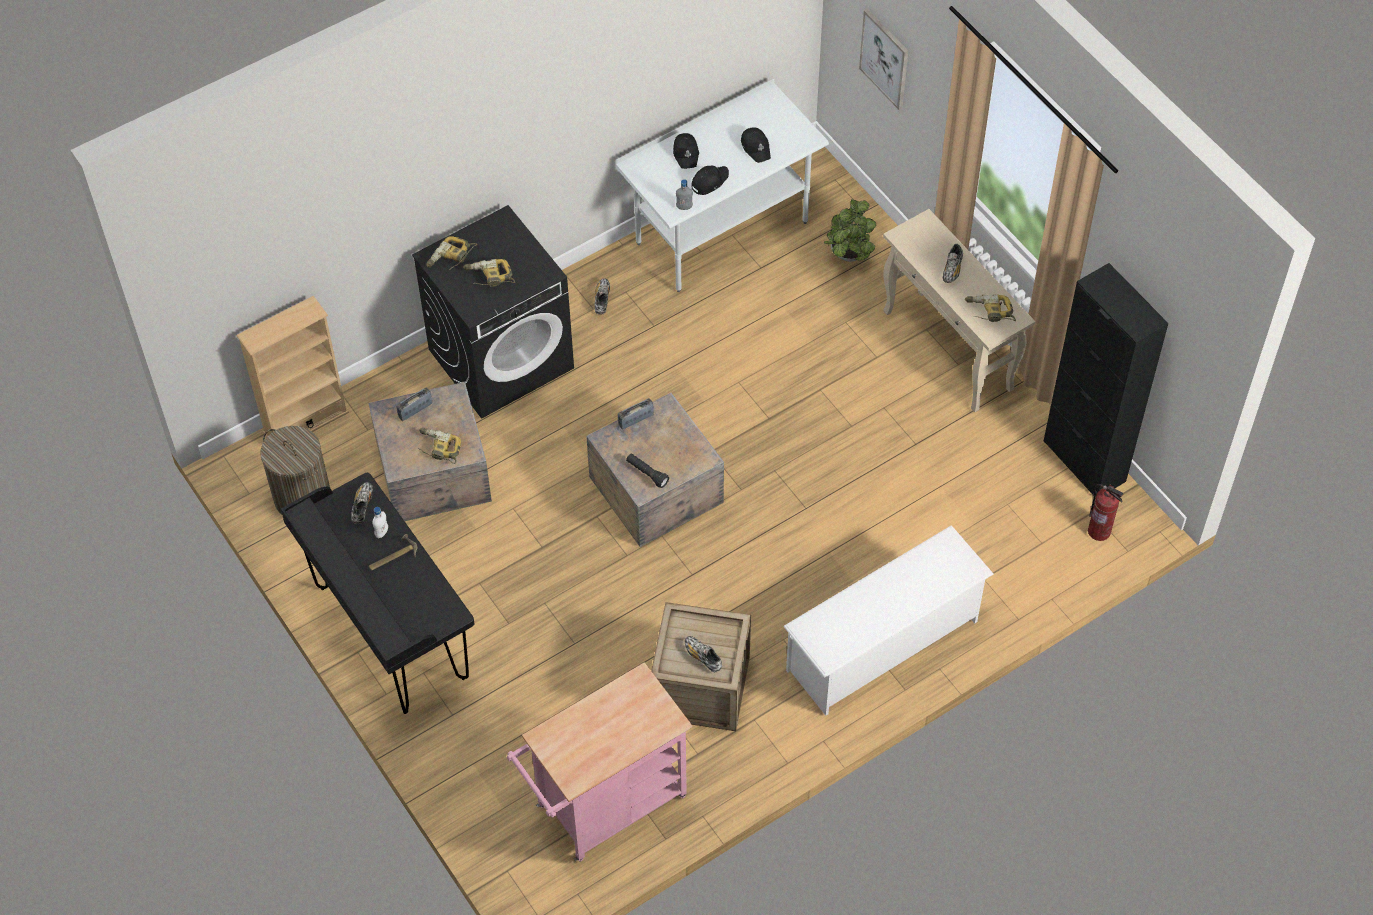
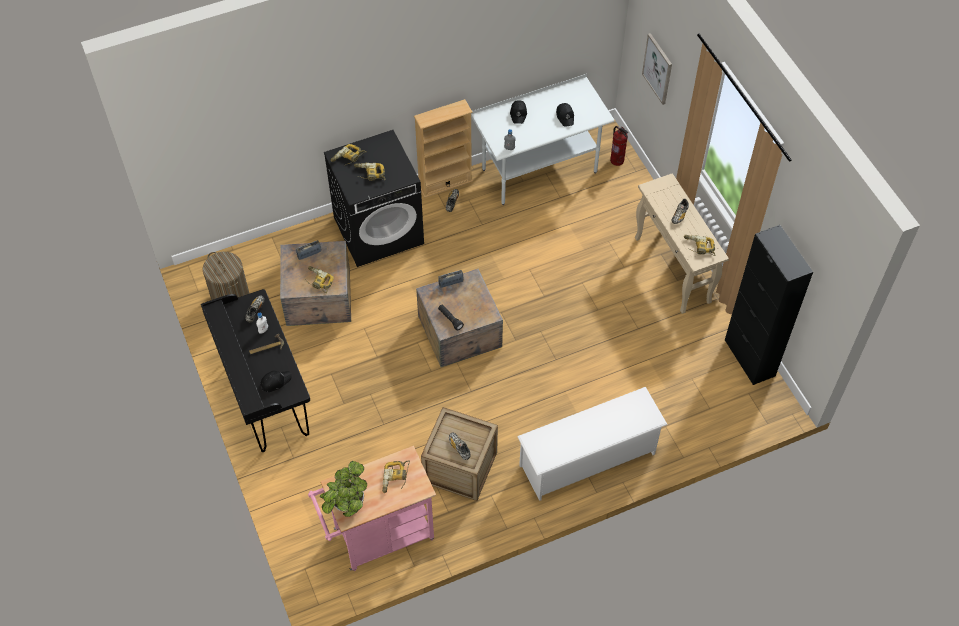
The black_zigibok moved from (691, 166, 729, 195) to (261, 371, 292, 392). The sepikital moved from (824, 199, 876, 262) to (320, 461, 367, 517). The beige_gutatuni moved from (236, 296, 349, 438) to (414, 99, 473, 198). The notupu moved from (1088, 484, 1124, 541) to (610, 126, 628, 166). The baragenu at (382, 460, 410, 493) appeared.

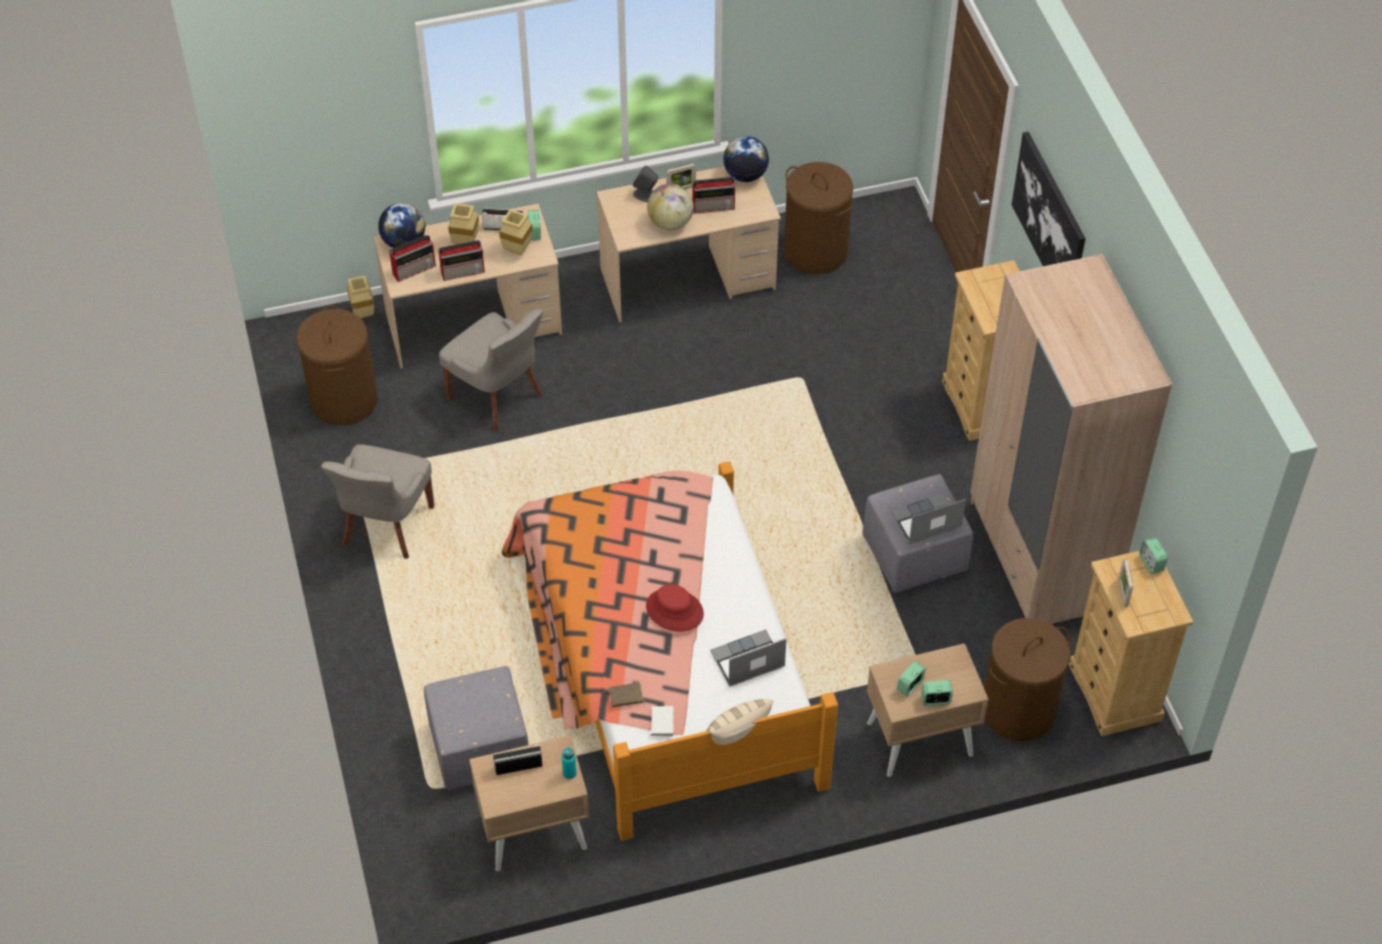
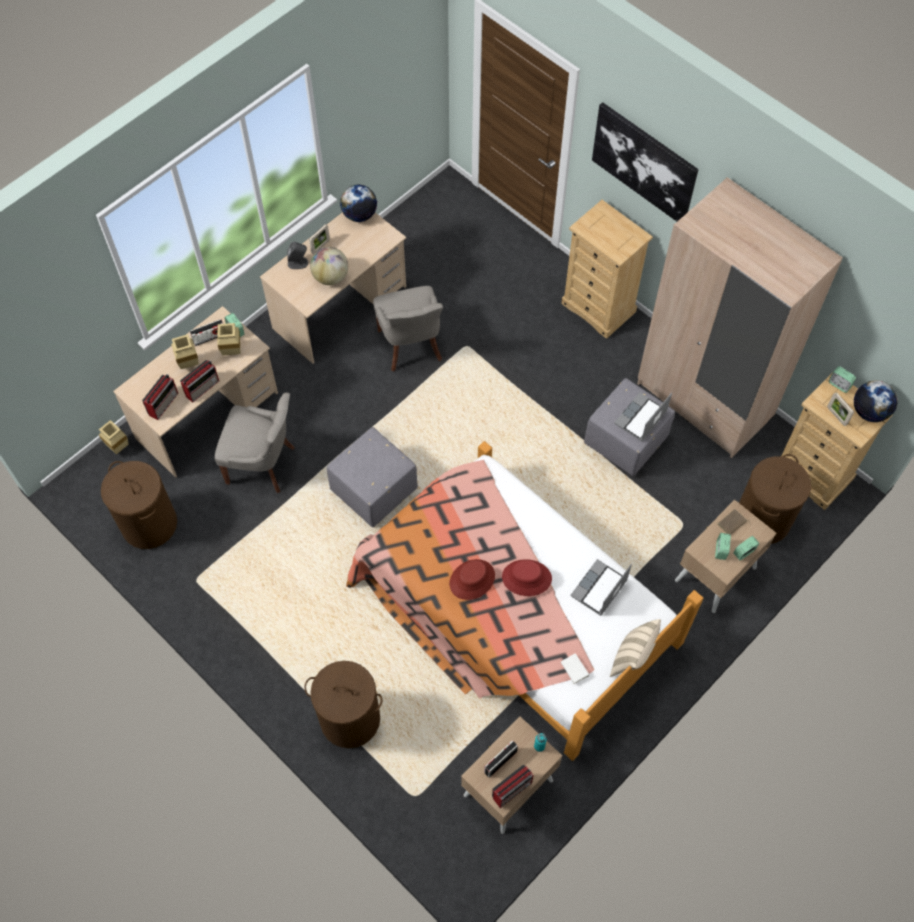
The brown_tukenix moved from (784, 162, 853, 274) to (304, 661, 382, 748). The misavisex moved from (692, 177, 737, 214) to (492, 764, 534, 808). The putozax moved from (378, 203, 425, 248) to (854, 380, 898, 422). The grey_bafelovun moved from (321, 444, 434, 559) to (373, 286, 443, 371). The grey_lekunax moved from (424, 666, 529, 790) to (327, 427, 418, 527). The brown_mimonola moved from (608, 682, 645, 707) to (718, 509, 751, 535). The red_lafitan at (449, 559, 495, 600) appeared.

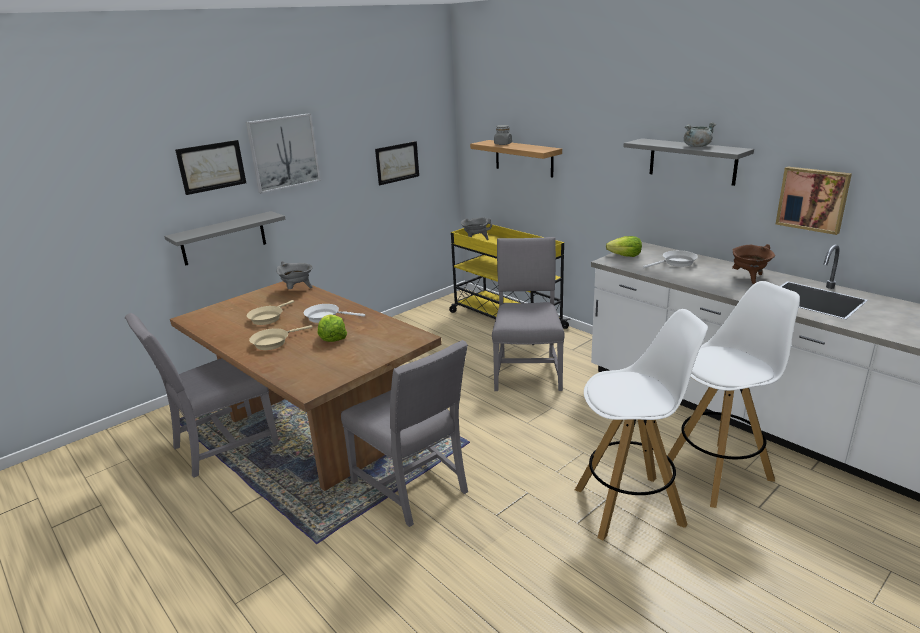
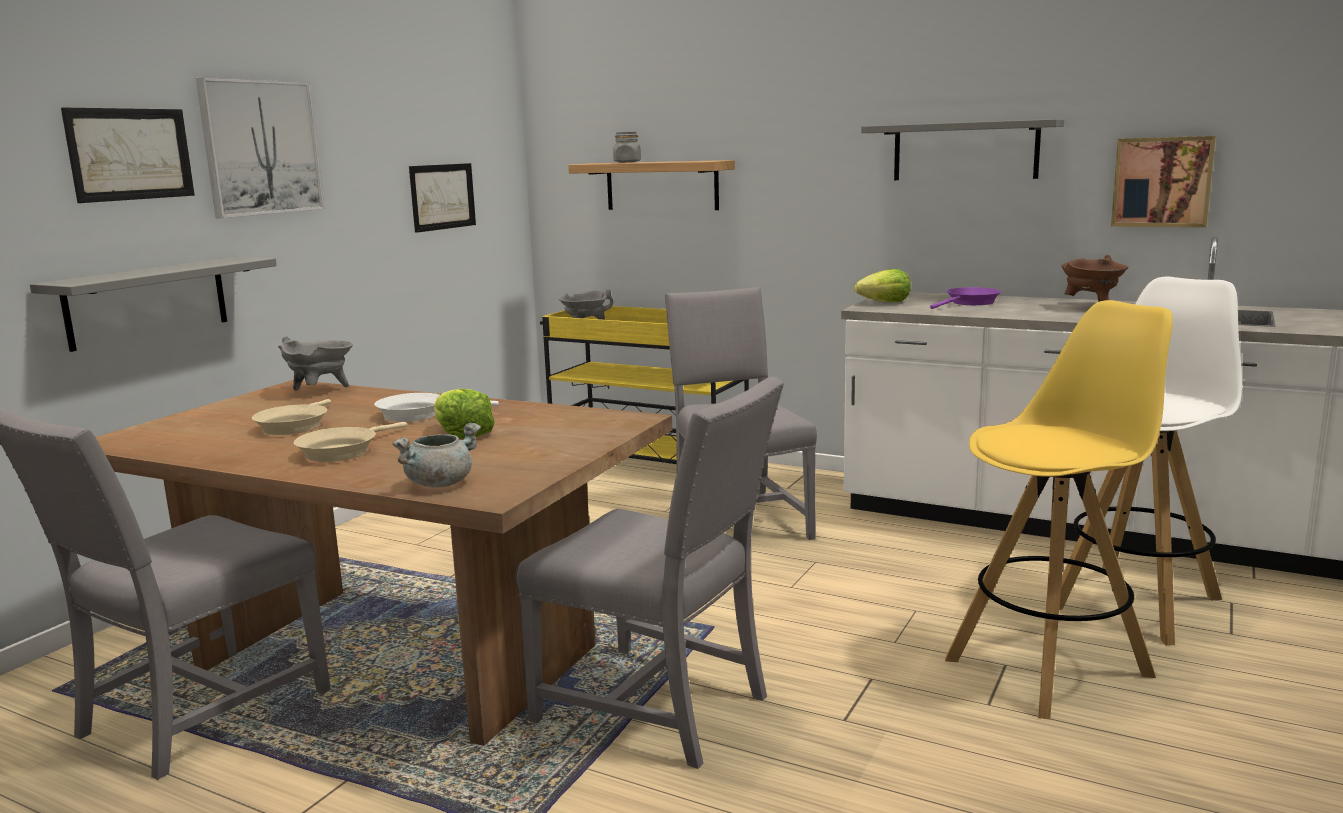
The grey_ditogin moved from (684, 122, 716, 147) to (393, 423, 481, 488). The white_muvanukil at (643, 250, 698, 268) became the purple_muvanukil at (930, 287, 1001, 309). The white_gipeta at (575, 309, 708, 540) became the yellow_gipeta at (945, 300, 1173, 719).

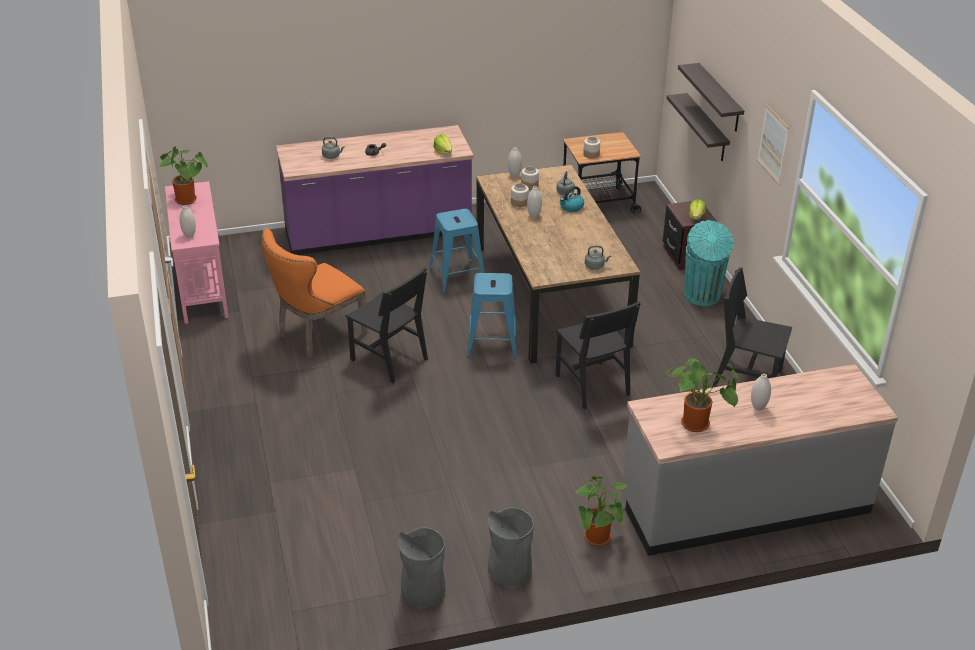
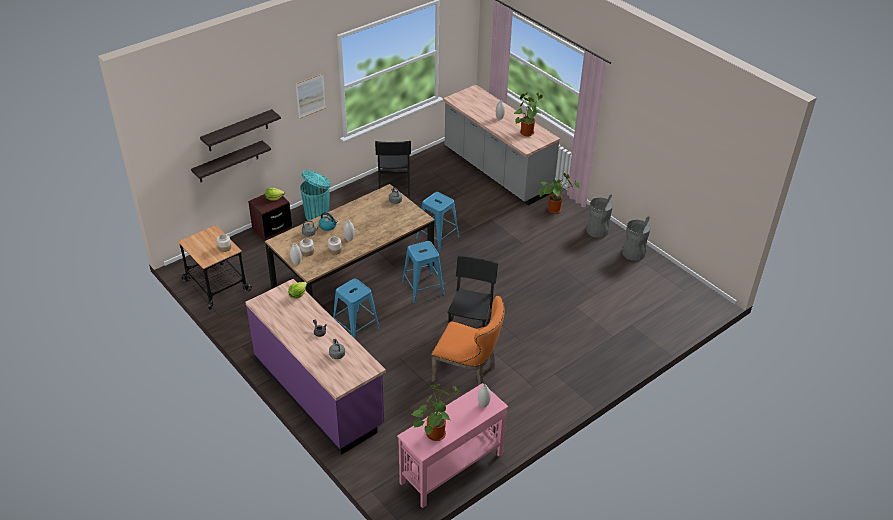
The black_bafelovun at (556, 301, 641, 410) was replaced by the blue_gipeta at (416, 192, 460, 253).

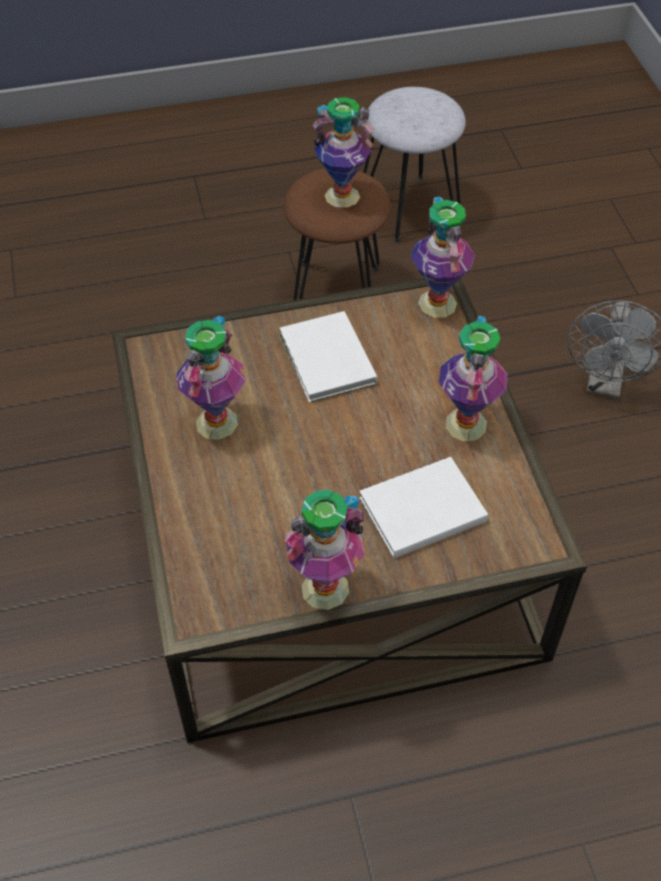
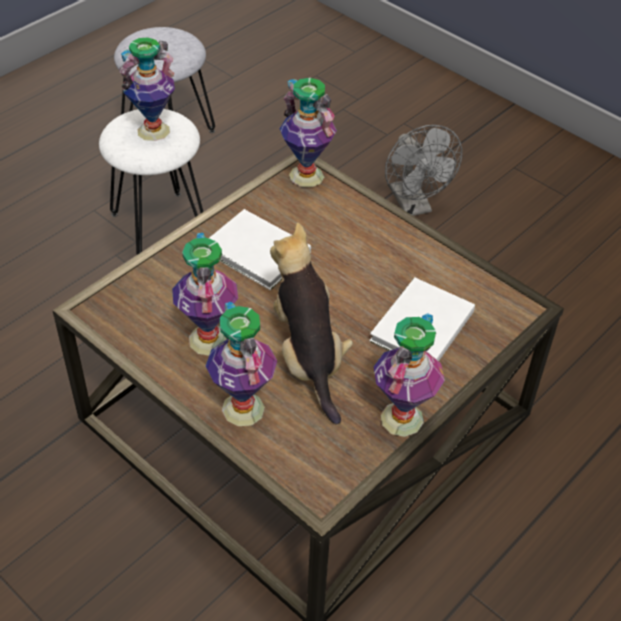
The brown_gipeta at (283, 168, 391, 300) became the white_gipeta at (99, 109, 203, 255). The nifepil moved from (439, 316, 508, 442) to (206, 302, 277, 426). The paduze at (270, 223, 353, 424) appeared.

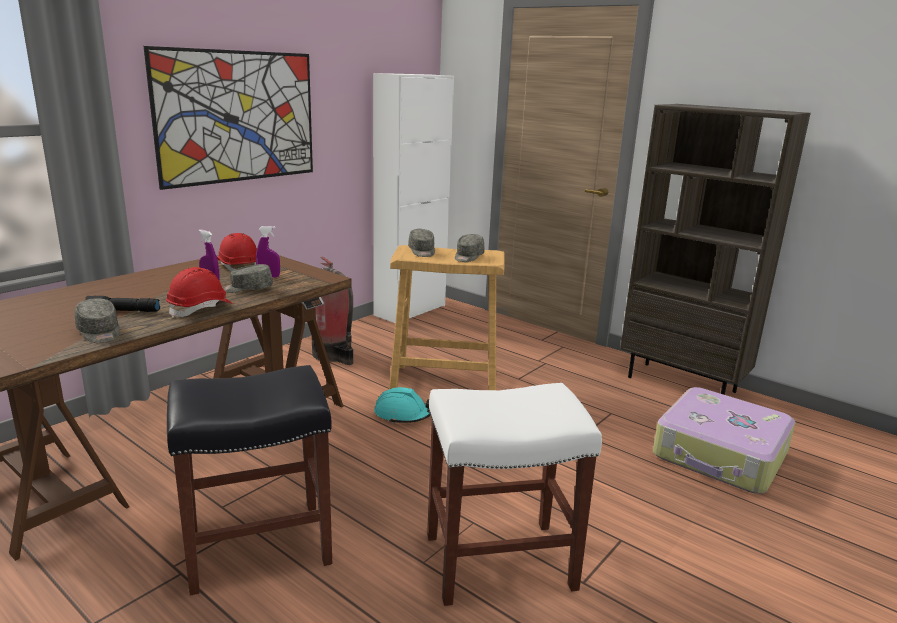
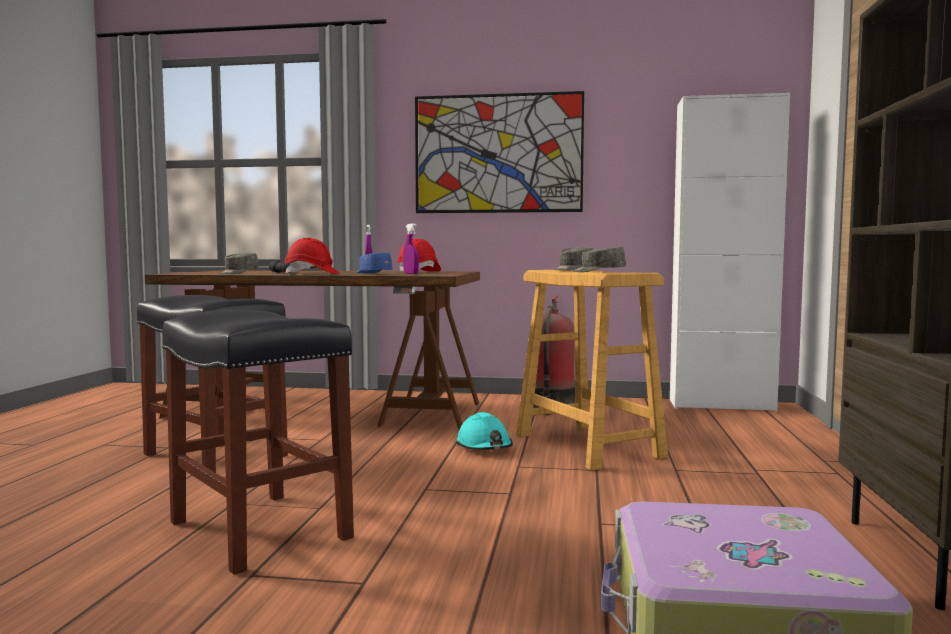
The grey_zigibok at (223, 264, 273, 293) became the blue_zigibok at (356, 253, 393, 274). The white_gipeta at (427, 383, 602, 606) became the black_gipeta at (162, 310, 354, 575).

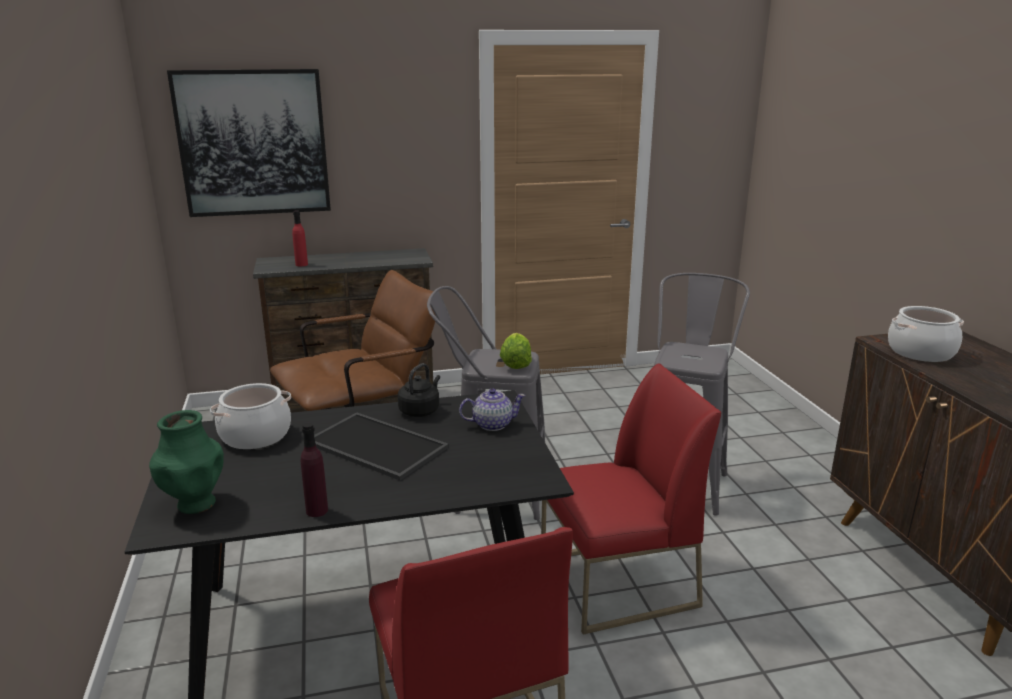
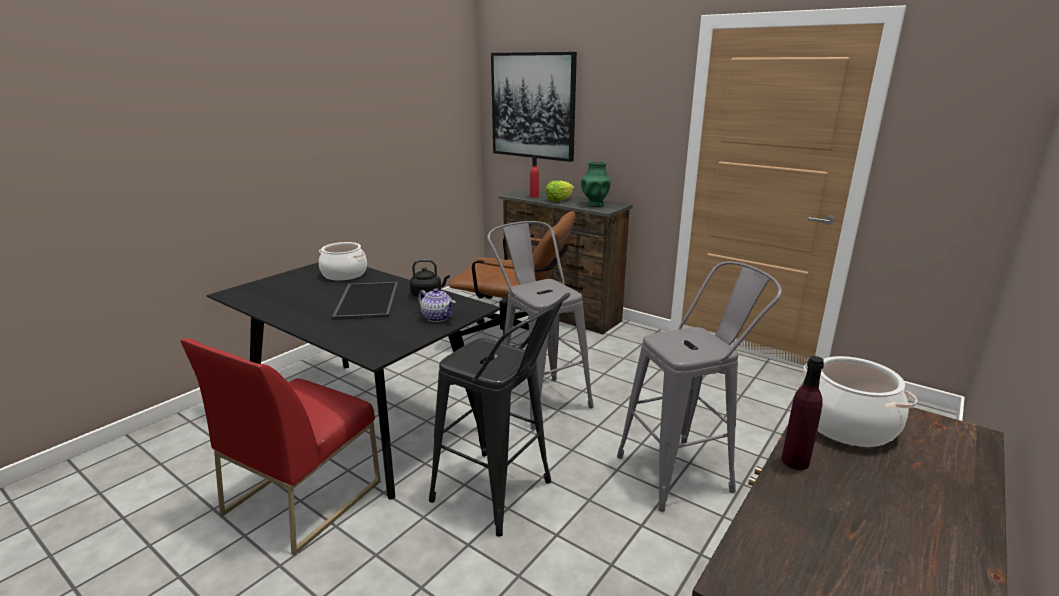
The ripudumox moved from (500, 333, 532, 369) to (545, 180, 574, 201). The red_bafelovun at (541, 363, 721, 635) was replaced by the black_gipeta at (429, 293, 570, 537). The green_nifepil moved from (149, 410, 224, 514) to (581, 161, 611, 207). The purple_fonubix moved from (301, 423, 328, 517) to (781, 356, 824, 470).

